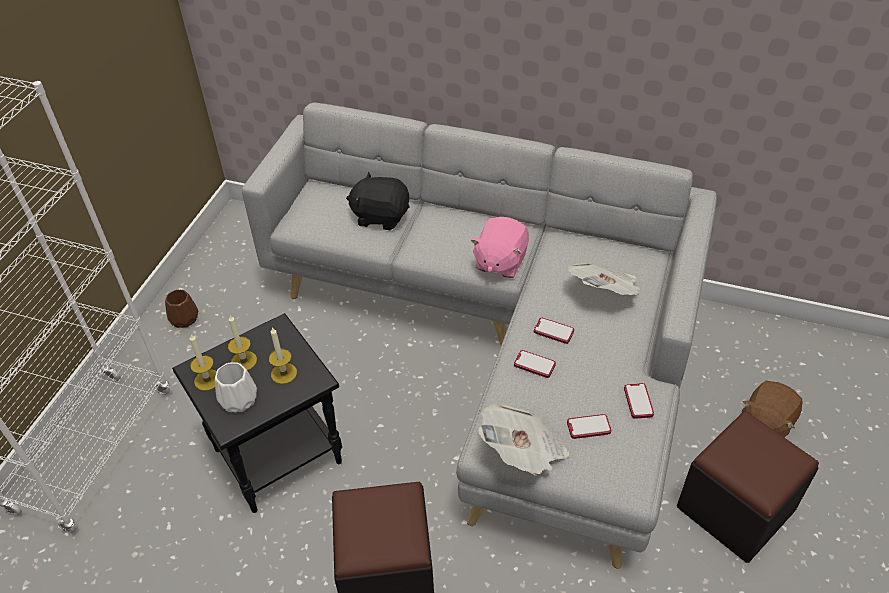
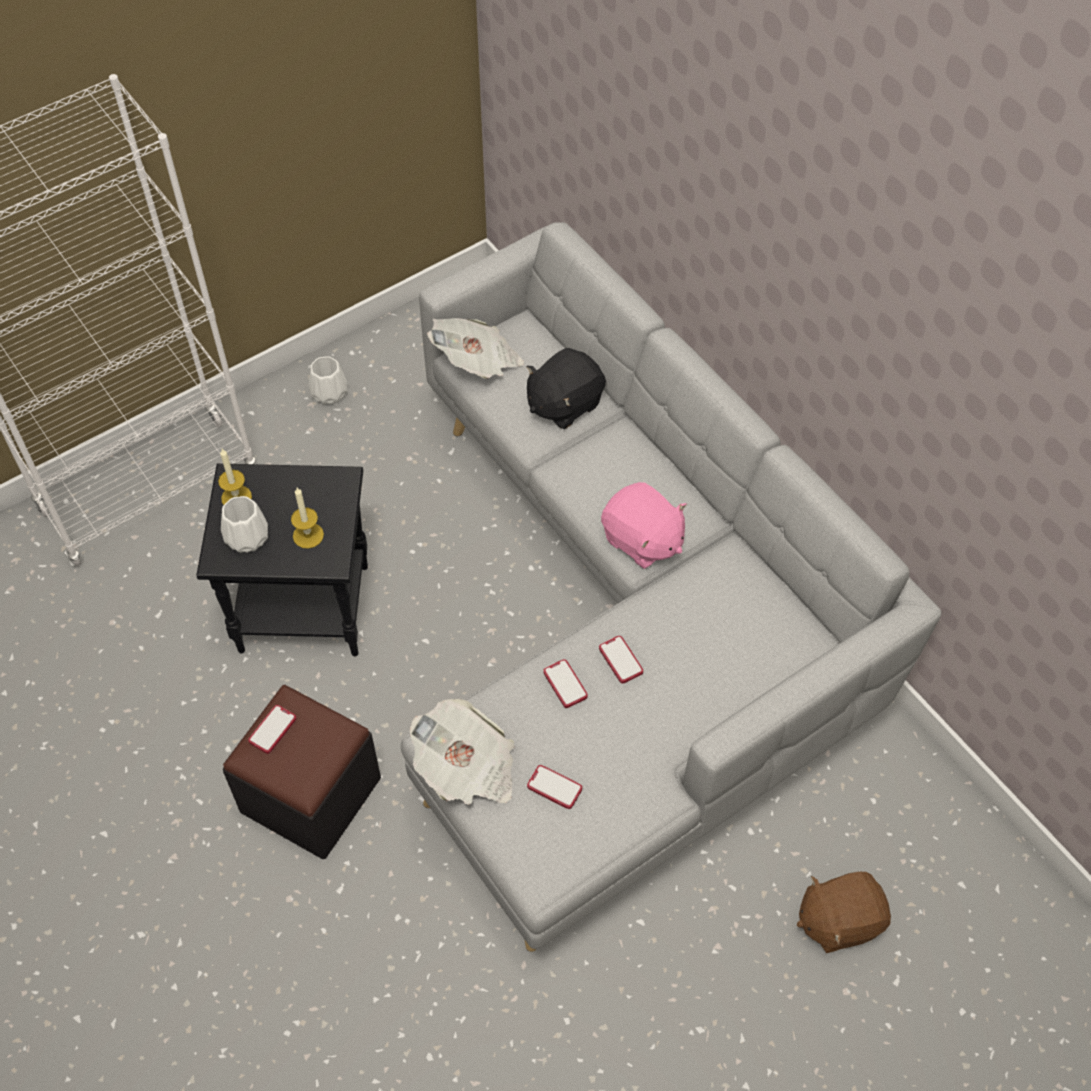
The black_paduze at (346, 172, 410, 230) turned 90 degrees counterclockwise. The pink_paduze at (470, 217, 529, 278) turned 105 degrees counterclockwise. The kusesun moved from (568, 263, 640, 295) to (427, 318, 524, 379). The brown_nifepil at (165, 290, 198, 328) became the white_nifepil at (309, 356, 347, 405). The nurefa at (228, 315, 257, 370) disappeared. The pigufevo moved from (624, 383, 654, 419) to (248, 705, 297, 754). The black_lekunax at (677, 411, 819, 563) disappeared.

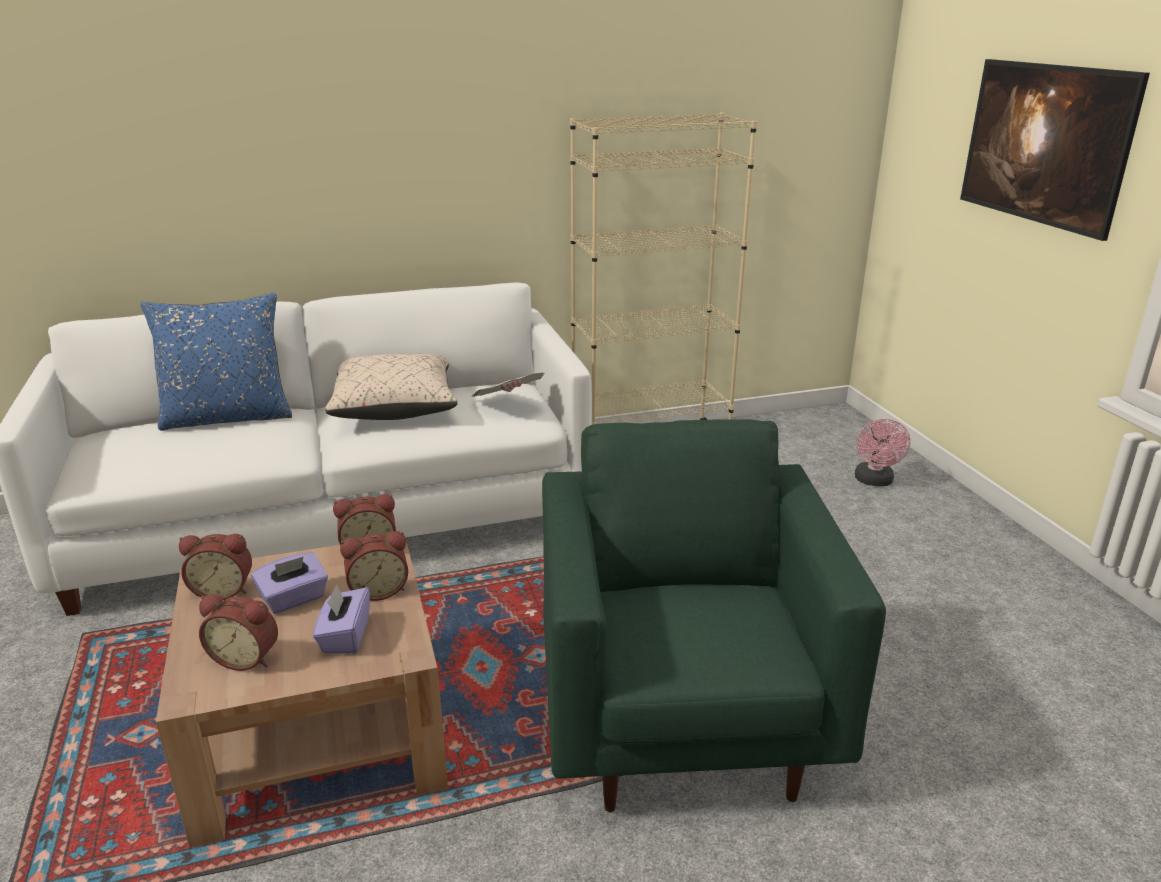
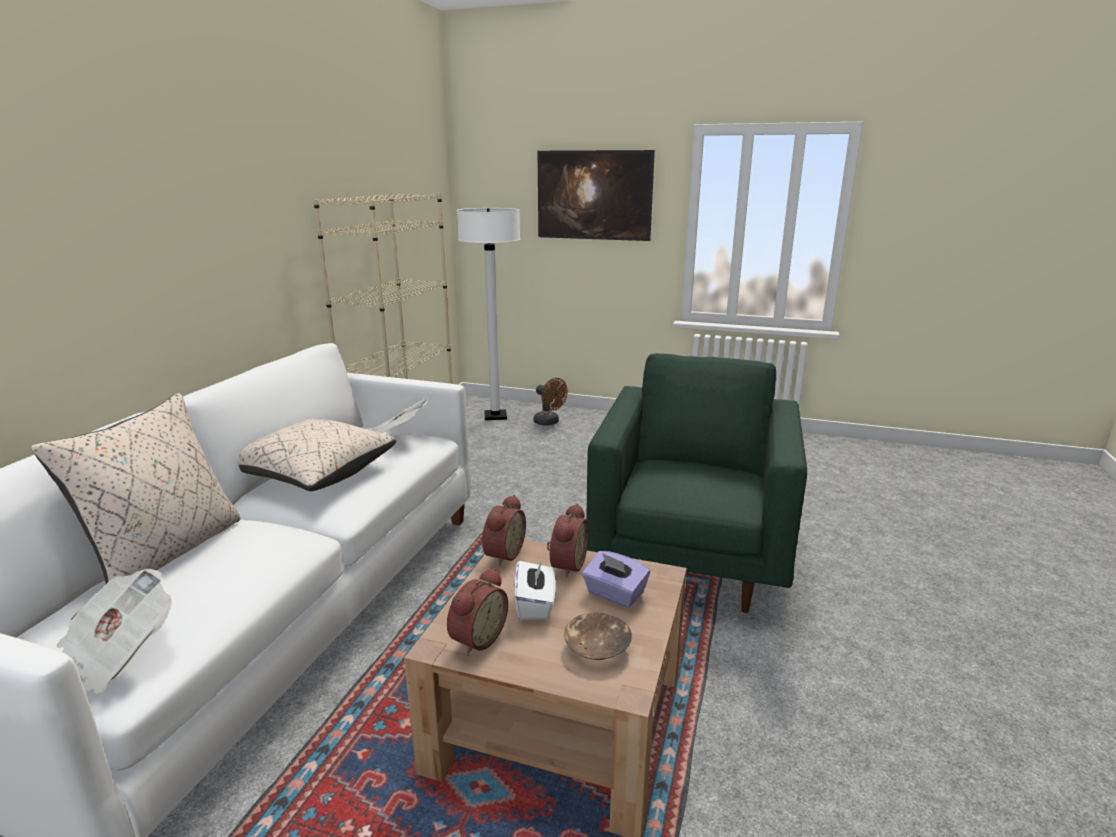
The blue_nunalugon at (140, 293, 292, 431) became the beige_nunalugon at (31, 393, 240, 584). The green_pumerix at (542, 419, 886, 812) turned 75 degrees clockwise. The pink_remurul at (855, 419, 911, 486) became the brown_remurul at (534, 378, 568, 426). The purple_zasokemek at (251, 552, 328, 614) became the white_zasokemek at (514, 559, 555, 620). The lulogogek at (199, 595, 278, 671) was replaced by the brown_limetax at (564, 613, 632, 660). The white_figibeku at (457, 208, 520, 420) appeared. The kusesun at (57, 569, 172, 694) appeared.

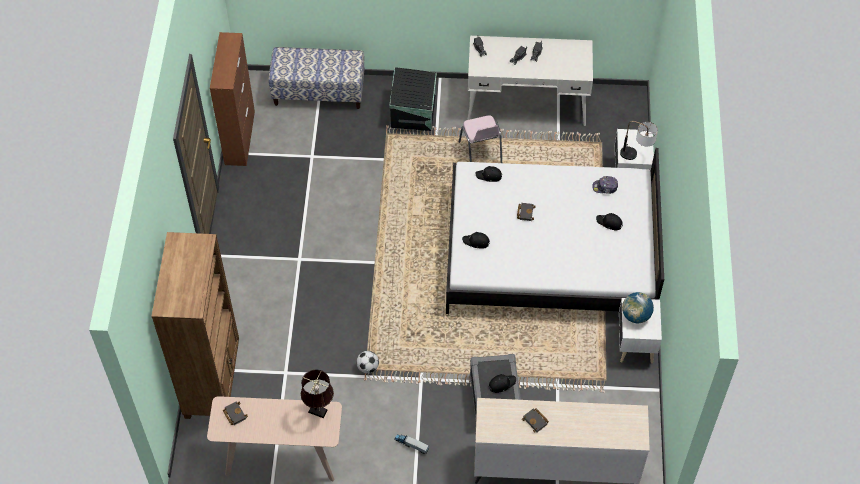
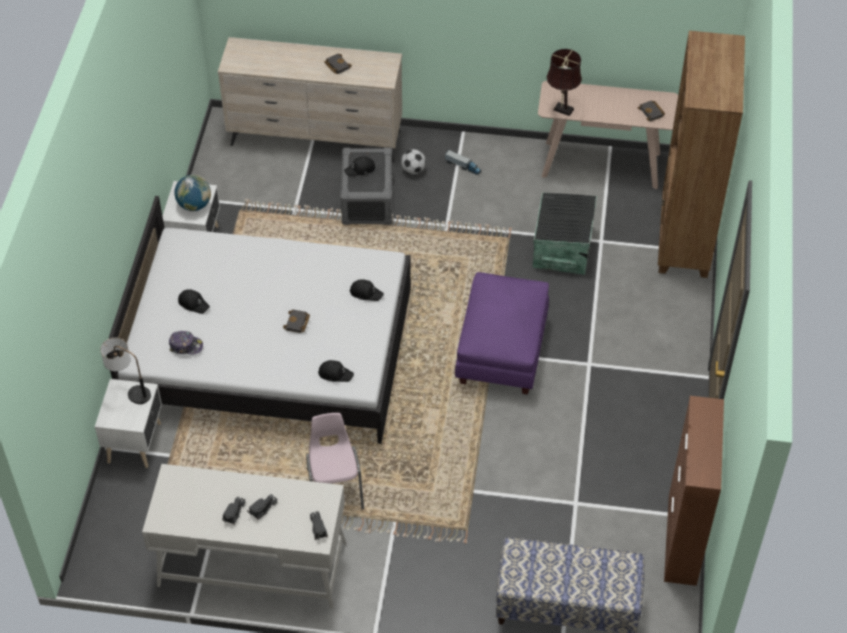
The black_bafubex moved from (389, 67, 437, 131) to (532, 193, 597, 275). The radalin moved from (356, 351, 379, 373) to (401, 149, 426, 174). The purple_lekunax at (455, 272, 549, 394) appeared.

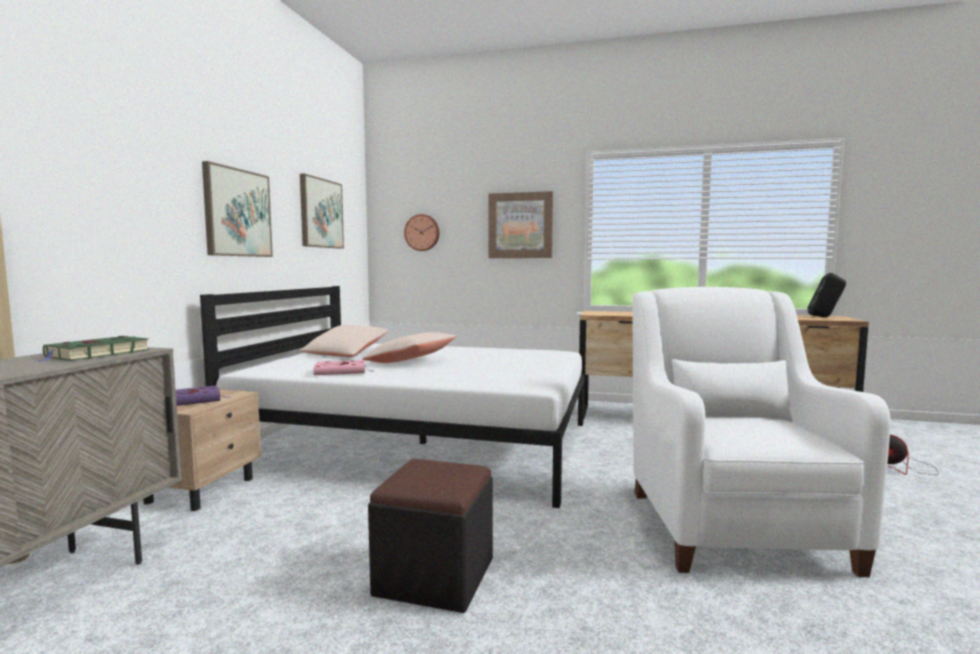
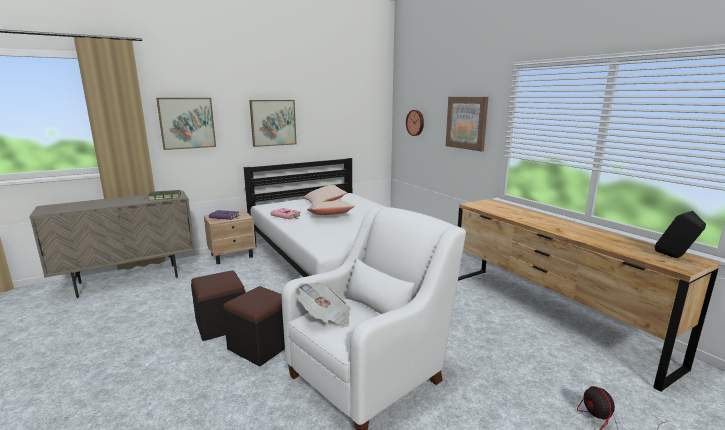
The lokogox moved from (300, 173, 344, 249) to (156, 98, 216, 150). The kusesun at (298, 283, 351, 327) appeared. The black_lekunax at (223, 286, 285, 366) appeared.

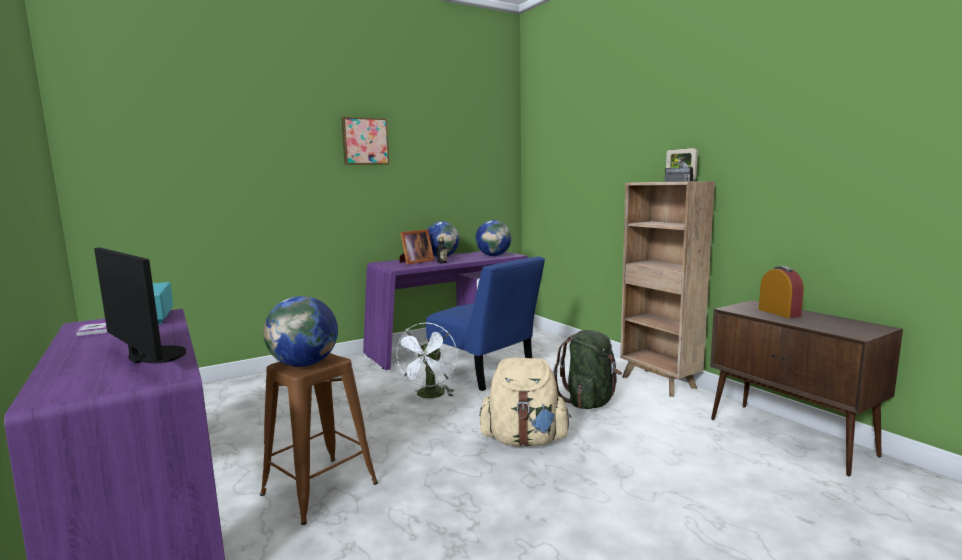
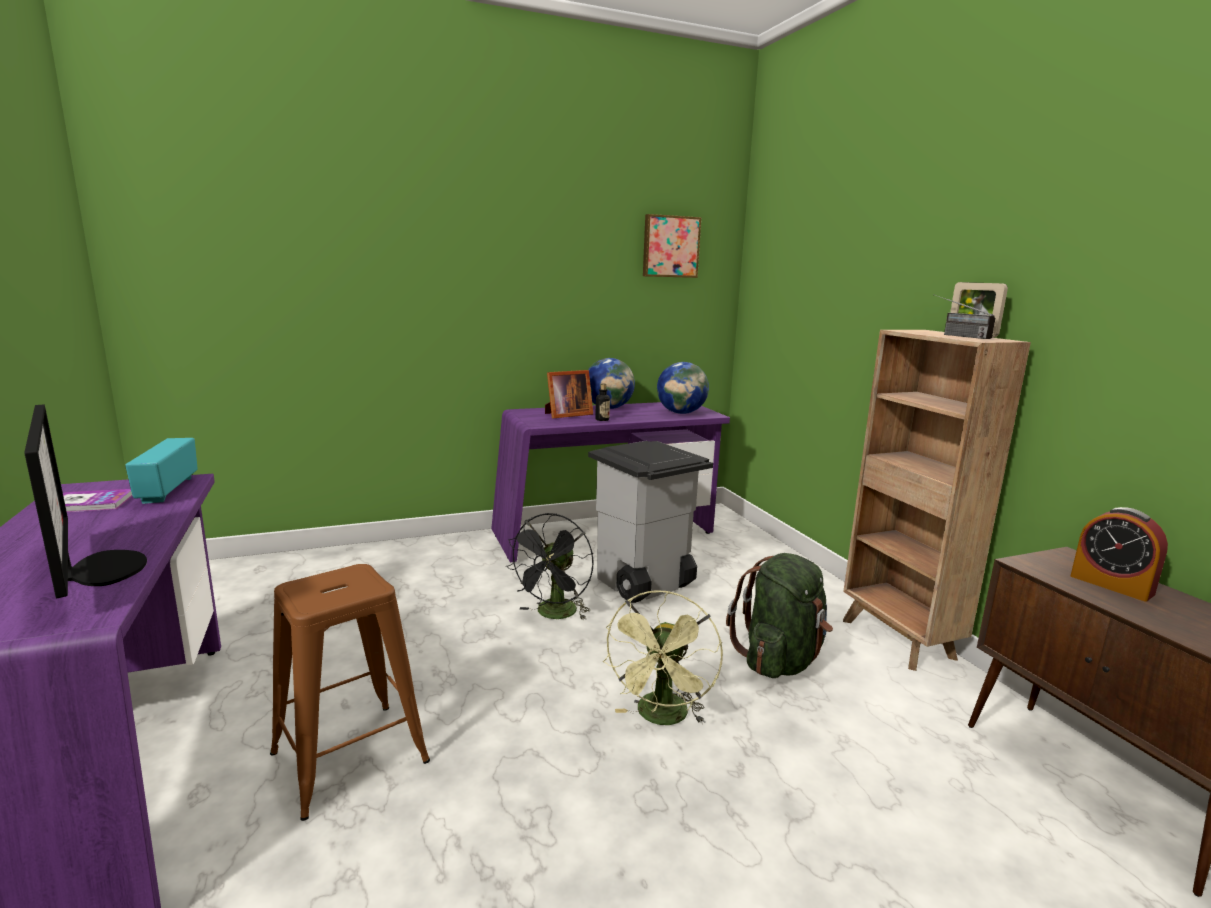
The lokogox moved from (341, 117, 389, 165) to (643, 214, 701, 278). The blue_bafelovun at (426, 256, 545, 391) was replaced by the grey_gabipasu at (588, 441, 713, 603). The lulogogek at (759, 266, 804, 318) turned 150 degrees clockwise. The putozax at (264, 296, 338, 367) disappeared. The white_remurul at (394, 322, 457, 398) became the black_remurul at (506, 513, 594, 620). The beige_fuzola at (479, 358, 572, 447) was replaced by the green_remurul at (603, 590, 723, 725).

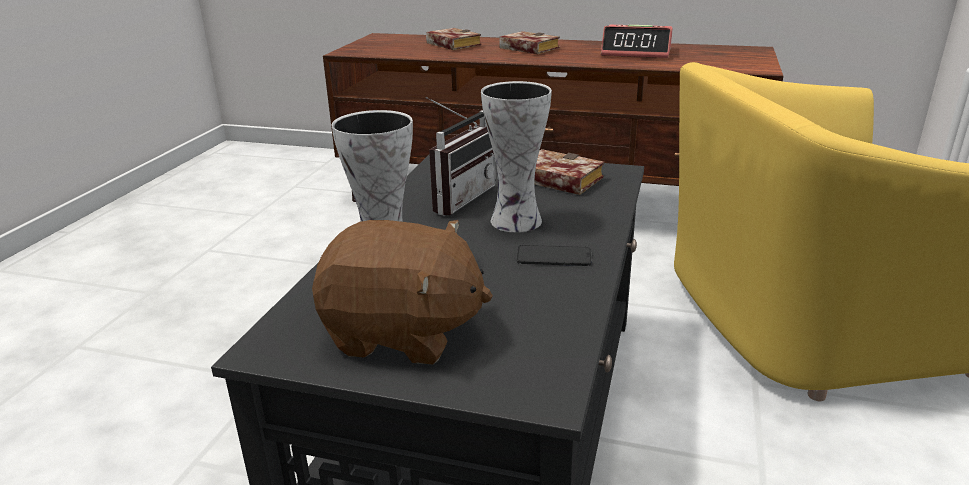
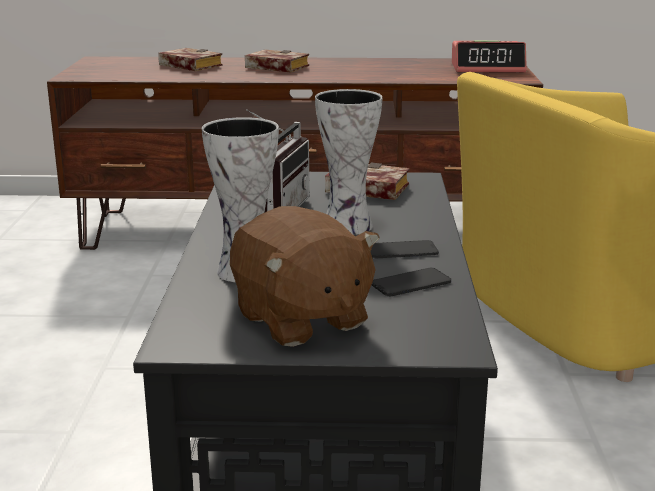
The lulogogek moved from (601, 25, 673, 58) to (451, 40, 527, 73). The brown_paduze at (312, 220, 493, 364) turned 60 degrees clockwise. The pigufevo at (372, 268, 451, 296) appeared.

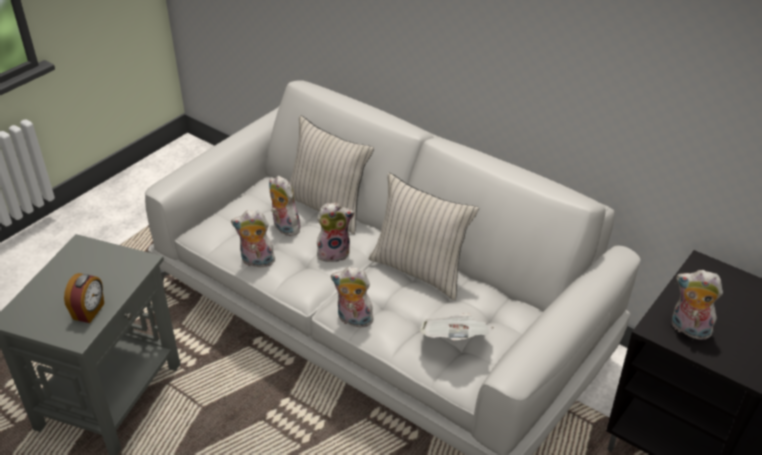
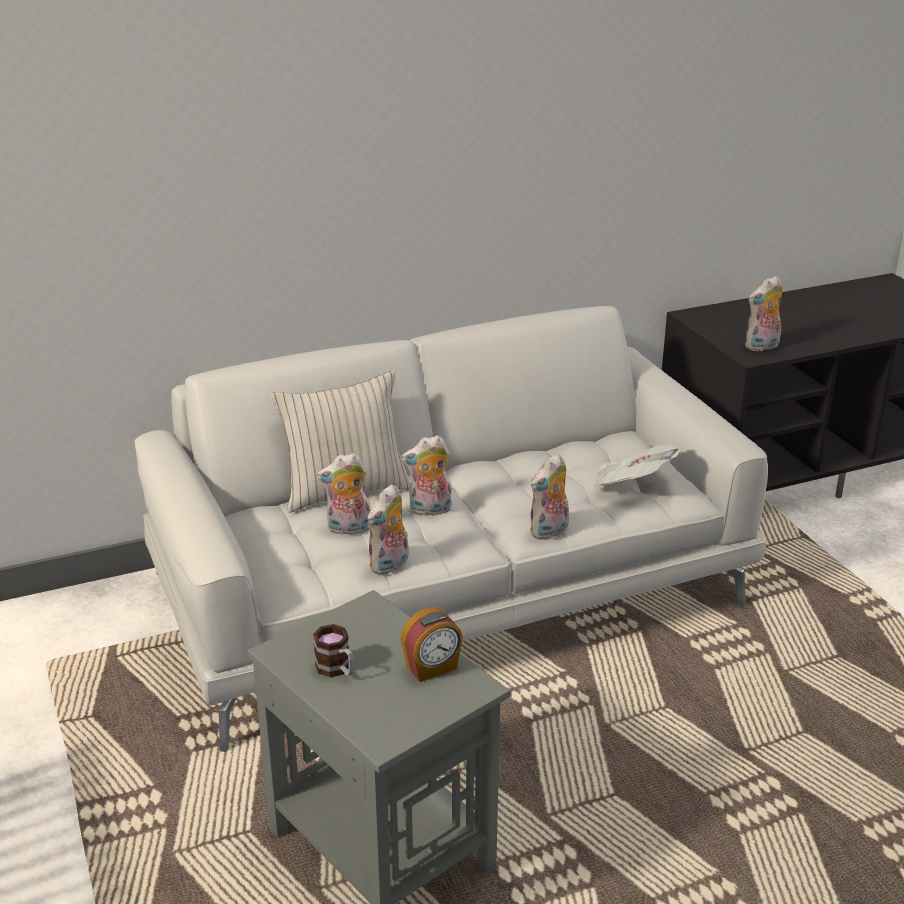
The beige_nunalugon at (368, 173, 479, 300) disappeared. The paduze at (317, 203, 355, 264) turned 120 degrees counterclockwise. The lulogogek at (64, 273, 104, 323) turned 105 degrees clockwise. The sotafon at (313, 624, 353, 677) appeared.

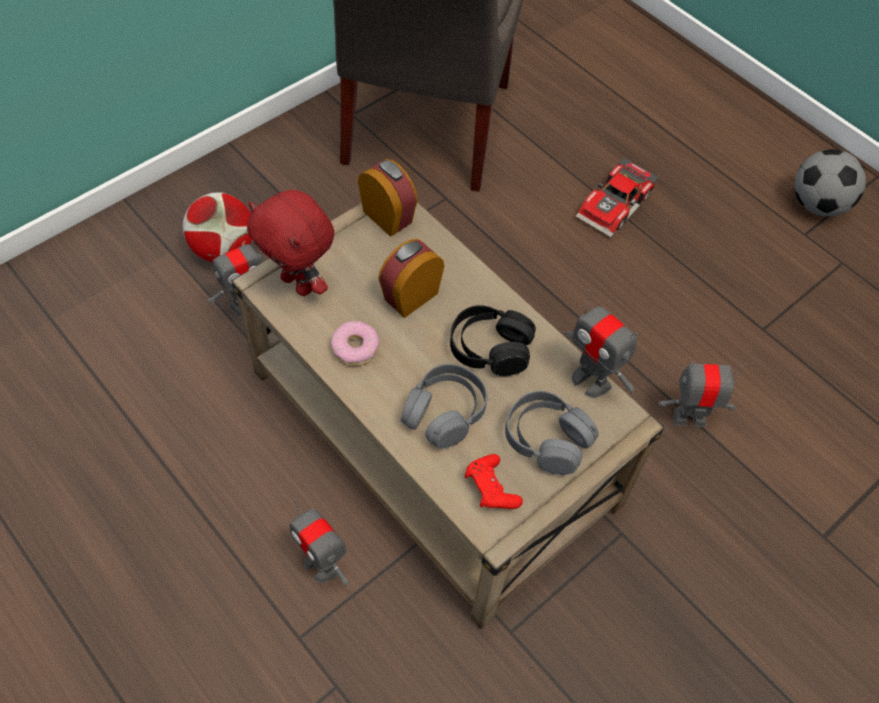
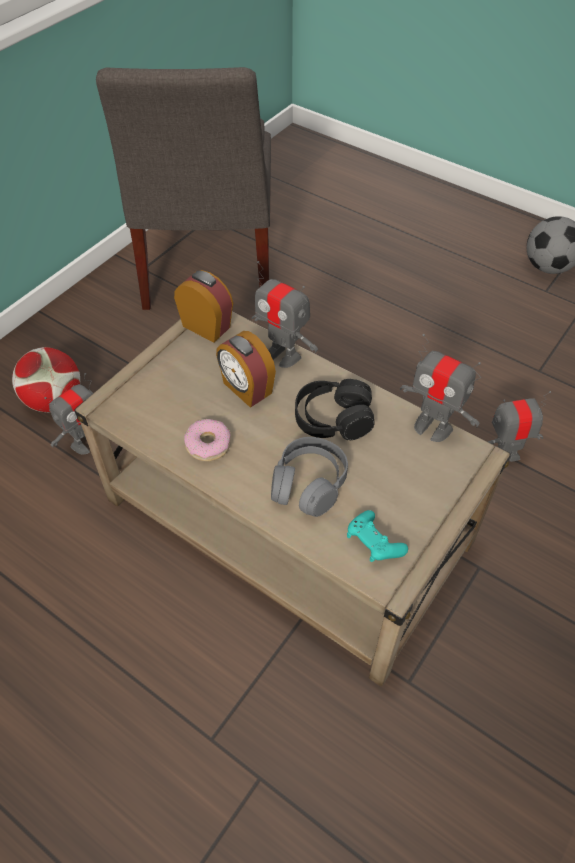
The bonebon at (576, 157, 659, 238) disappeared. The red_paduze at (247, 190, 334, 296) disappeared. The lulogogek at (378, 239, 444, 318) turned 75 degrees counterclockwise. The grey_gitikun at (505, 391, 599, 475) disappeared. The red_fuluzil at (465, 454, 523, 509) became the turquoise_fuluzil at (347, 510, 408, 562). The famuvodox moved from (290, 499, 349, 586) to (252, 261, 318, 368).

